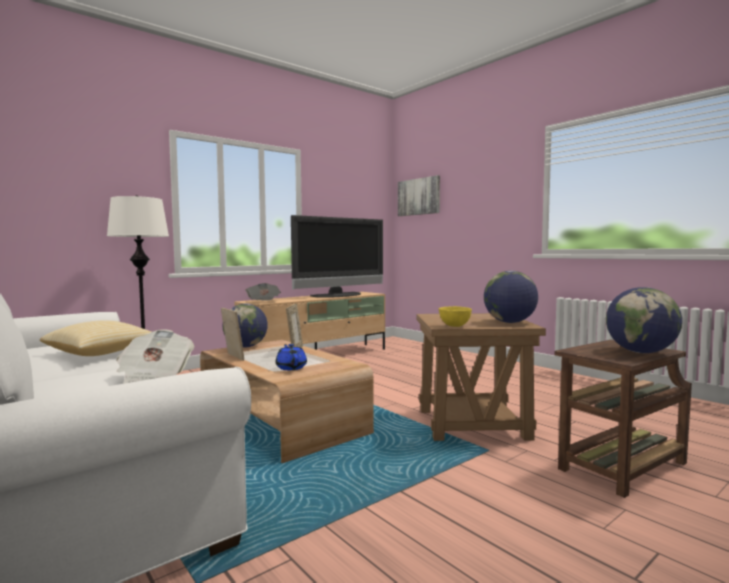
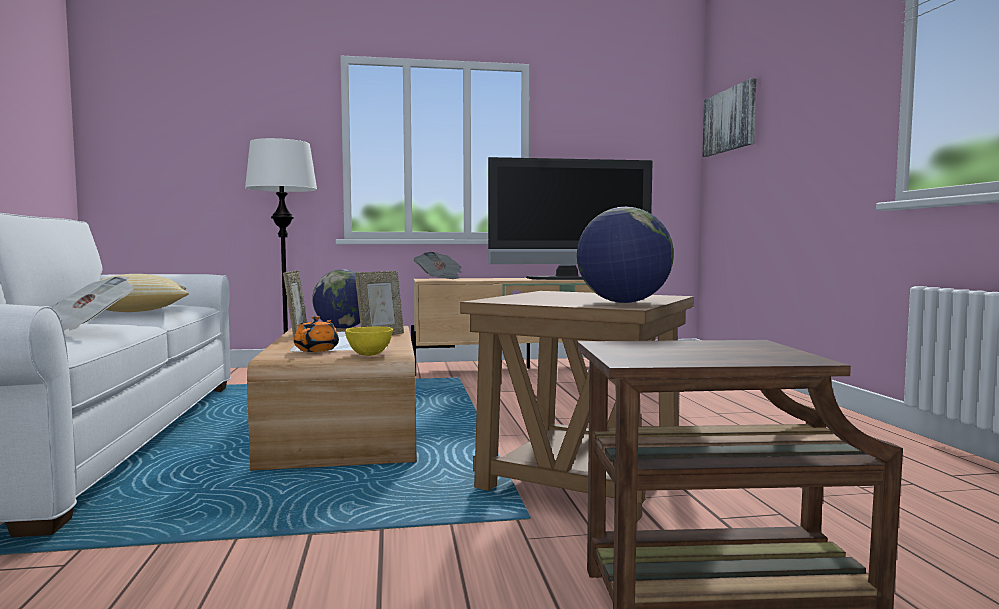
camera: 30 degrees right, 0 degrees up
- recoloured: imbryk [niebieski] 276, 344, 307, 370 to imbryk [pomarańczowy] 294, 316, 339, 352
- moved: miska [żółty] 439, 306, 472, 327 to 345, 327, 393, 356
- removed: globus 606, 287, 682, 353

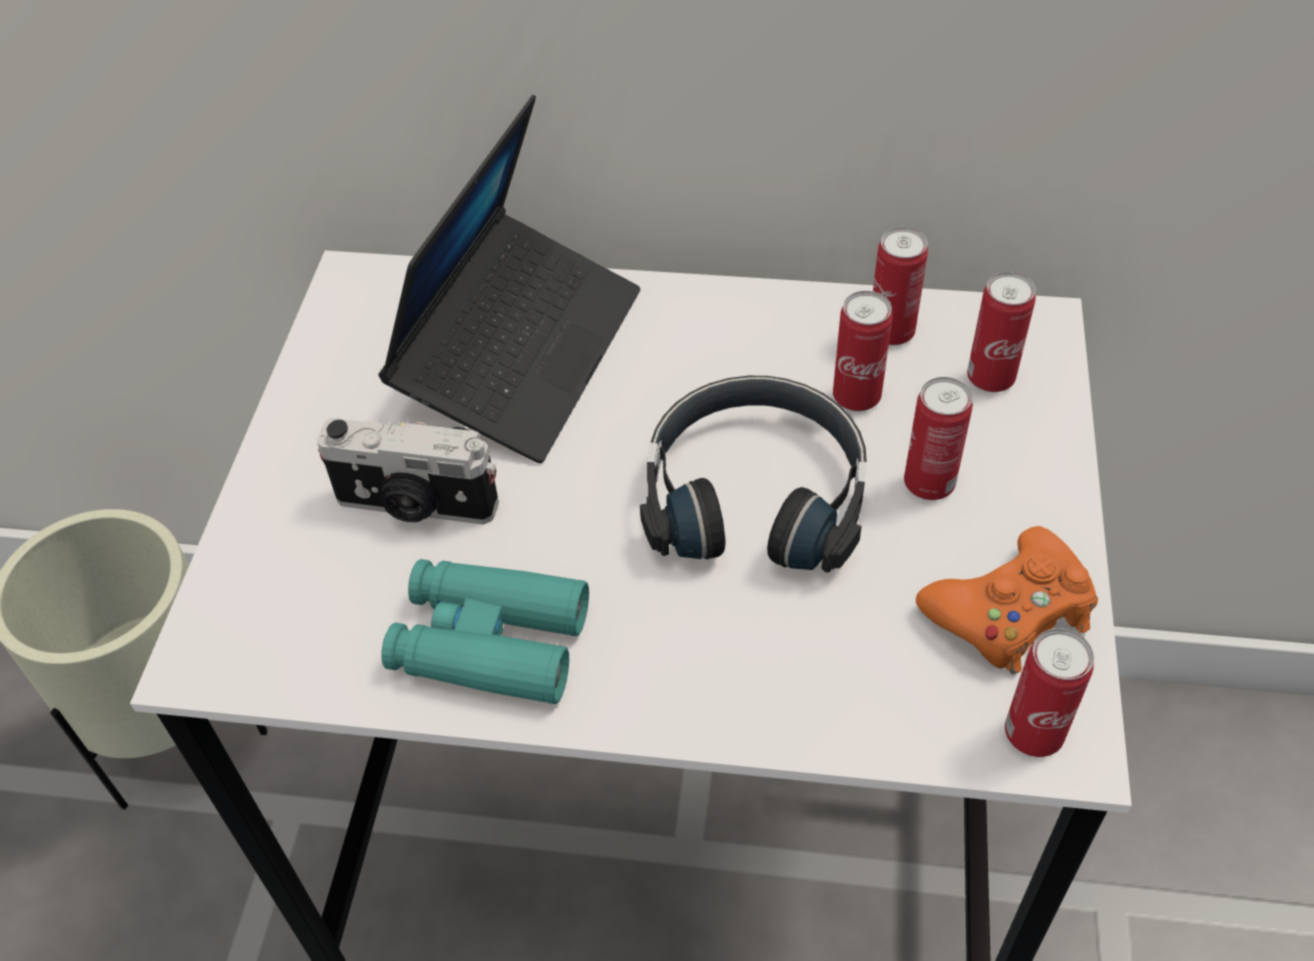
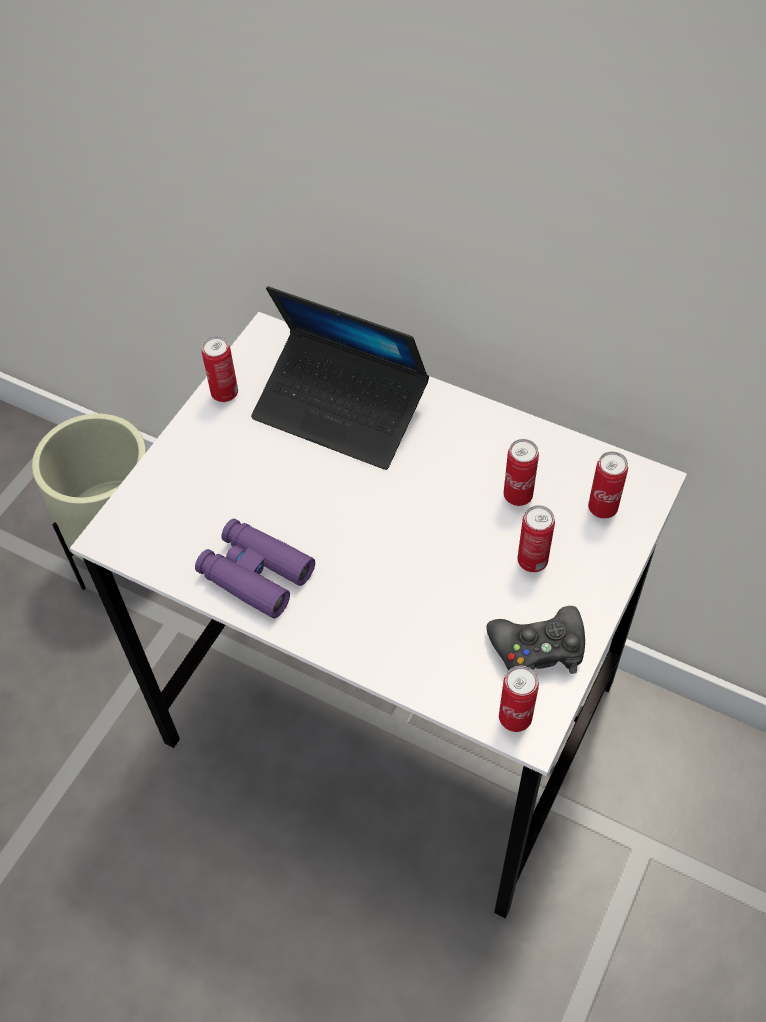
camera: 20 degrees right, 5 degrees up
- removed: aparat fotograficzny 317, 418, 499, 524
- turned: laptop 379, 95, 640, 463 = 251, 286, 429, 470 75 degrees clockwise
- recoloured: lornetka [turkusowy] 381, 559, 589, 704 to lornetka [fioletowy] 195, 519, 315, 619
- removed: słuchawki [czarny] 640, 376, 867, 572
- moved: puszka 873, 227, 928, 345 to 202, 336, 238, 402
- recoloured: pad do gier [pomarańczowy] 916, 526, 1098, 675 to pad do gier [czarny] 486, 606, 585, 674

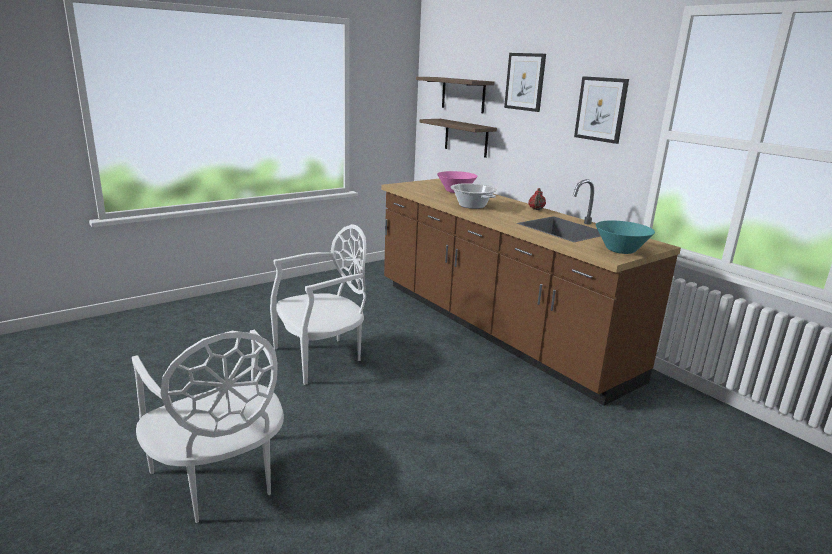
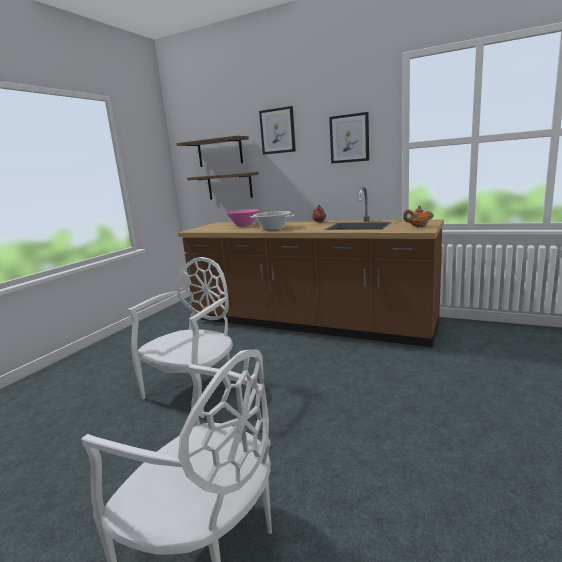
camera: 25 degrees left, 5 degrees down
- replaced: miska [turkusowy] 596, 220, 655, 254 to imbryk [pomarańczowy] 403, 206, 434, 227

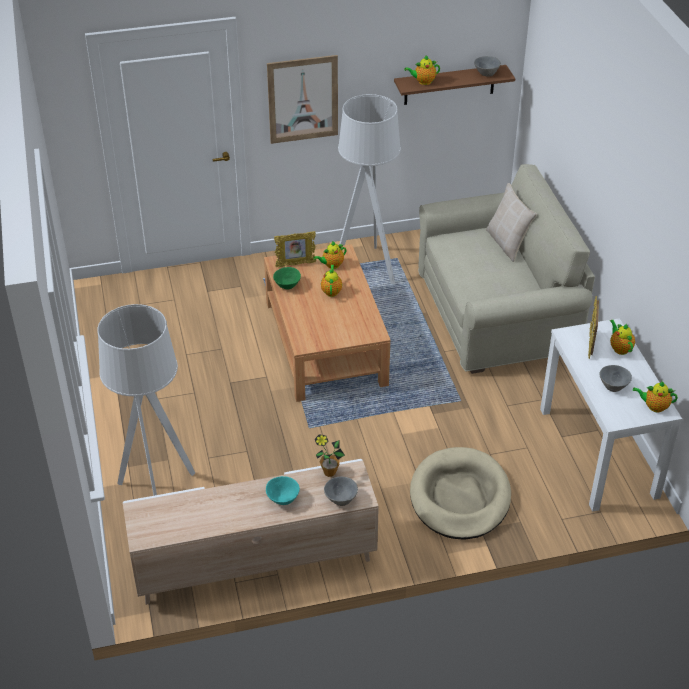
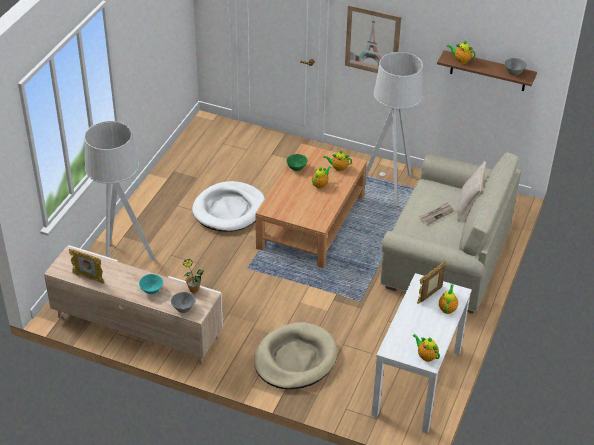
camera: 35 degrees right, 0 degrees up
- moved: ramka na zdjęcie 274, 231, 316, 267 to 69, 249, 104, 284
- removed: miska [szary] 599, 365, 632, 392
- added: legowisko [biały] 192, 181, 265, 232
- added: gazeta 419, 202, 454, 226

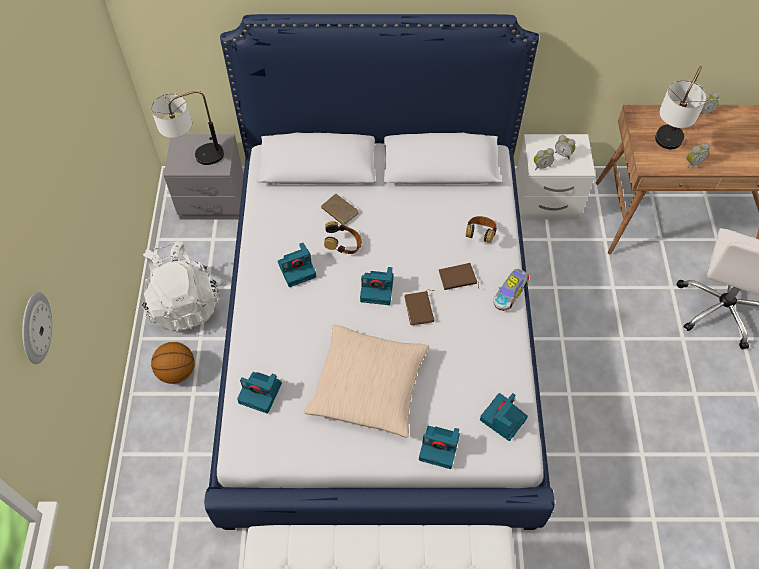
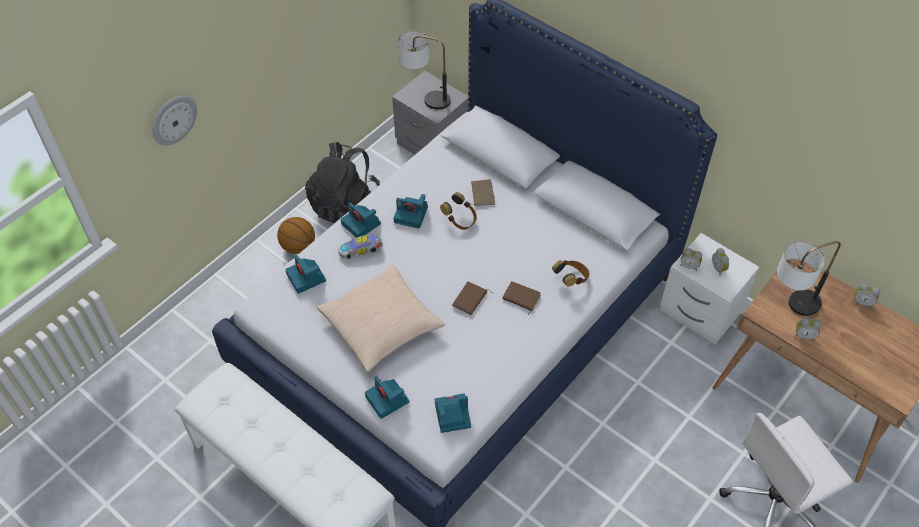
camera: 40 degrees right, 5 degrees down
- recoloured: plecak [biały] 142, 241, 220, 332 to plecak [czarny] 305, 142, 380, 223
- moved: aparat fotograficzny 360, 267, 394, 305 to 341, 202, 381, 237
- moved: samochodzik 493, 269, 529, 311 to 338, 234, 383, 259

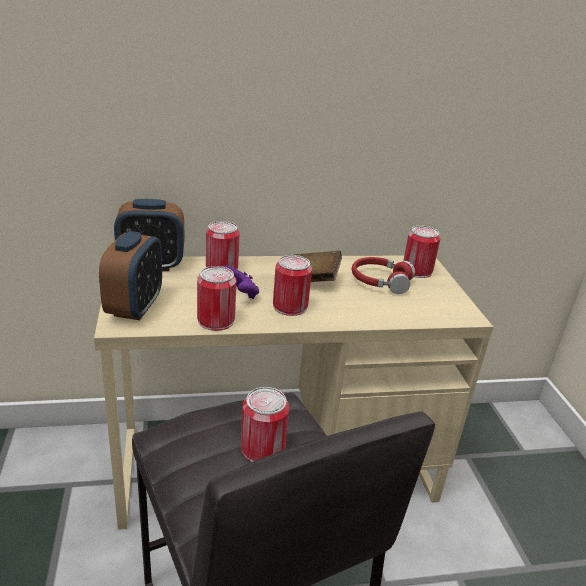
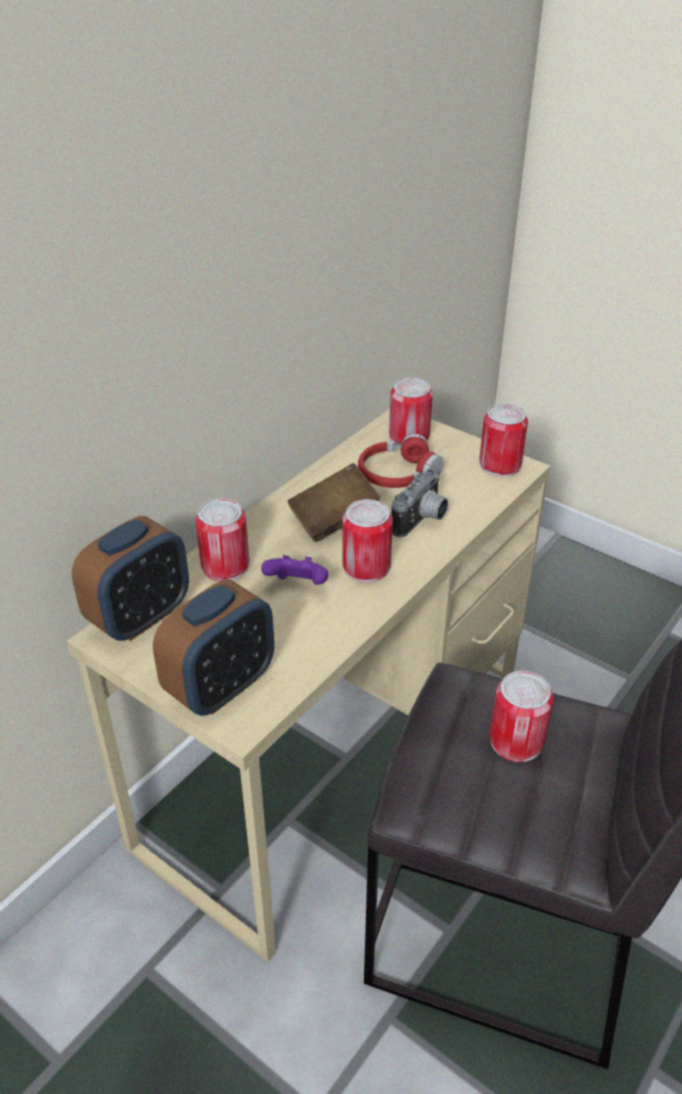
camera: 40 degrees left, 10 degrees up
- turned: budzik 99, 231, 162, 320 = 153, 579, 274, 716 75 degrees clockwise
- moved: puszka 197, 266, 236, 331 to 479, 403, 528, 477
- added: aparat fotograficzny 391, 469, 448, 537

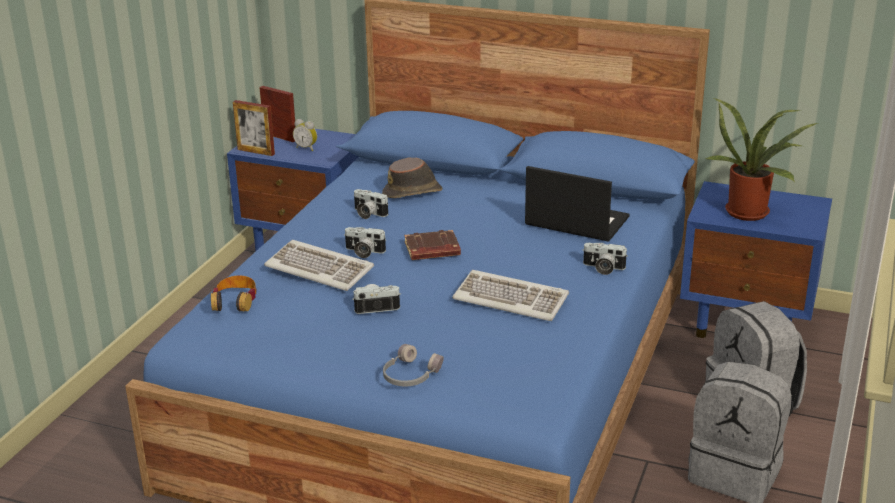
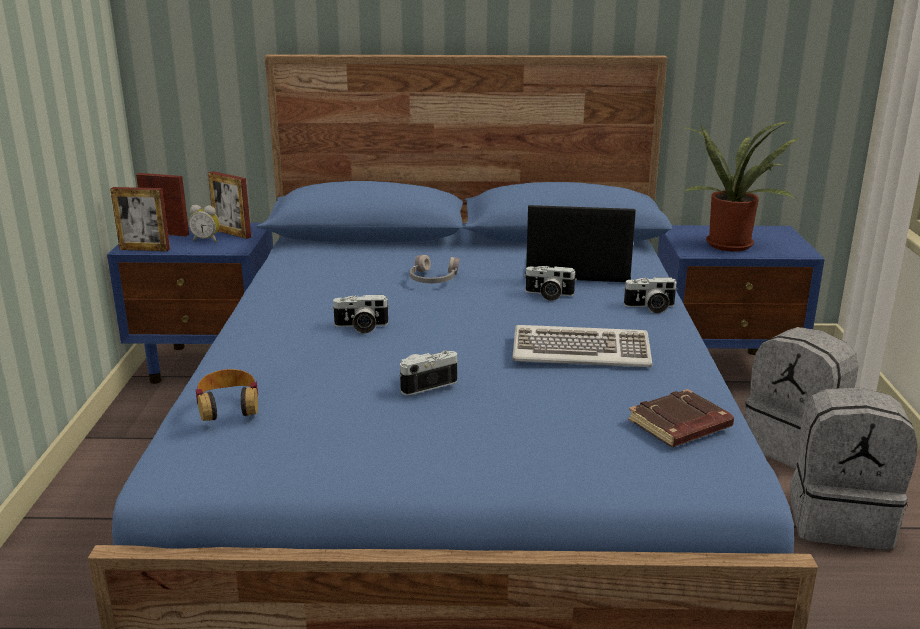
camera: 20 degrees left, 5 degrees down
- removed: klawiatura 264, 240, 374, 291
- moved: aparat fotograficzny 354, 189, 388, 219 to 524, 266, 577, 301
- removed: kapelusz [brązowy] 382, 158, 443, 198
- moved: słuchawki [szary] 383, 344, 444, 386 to 410, 255, 460, 283
- moved: książka [brązowy] 404, 230, 461, 260 to 628, 389, 734, 447
- added: ramka na zdjęcie 208, 171, 251, 239

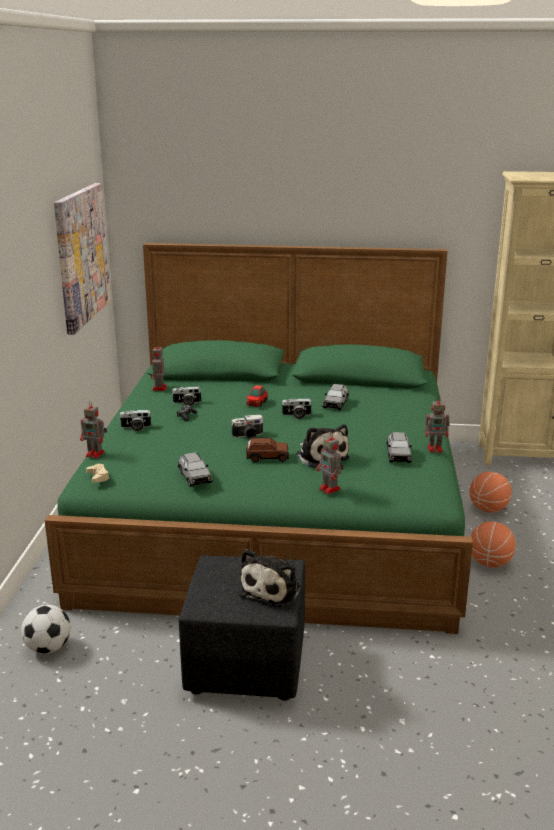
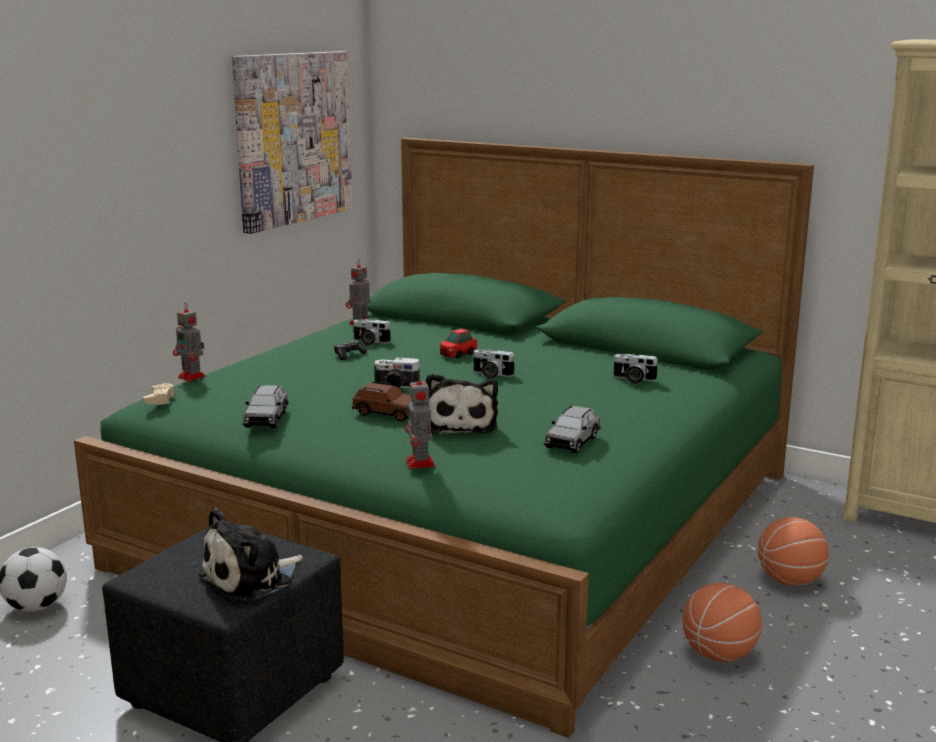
camera: 25 degrees right, 5 degrees down
- moved: aparat fotograficzny 120, 410, 152, 431 to 612, 354, 658, 384
- removed: samochodzik [szary] 323, 384, 349, 410
- removed: robot zabawkowy 425, 396, 450, 452

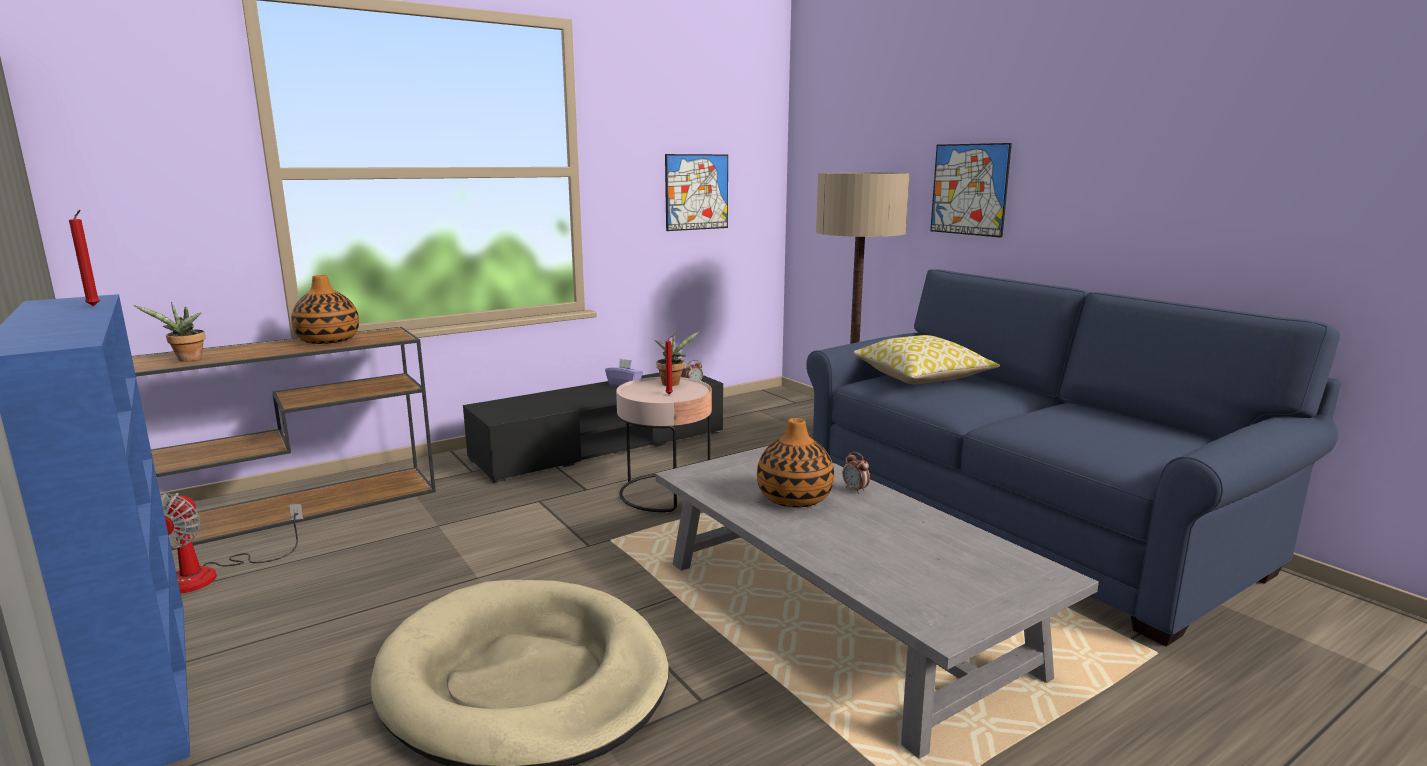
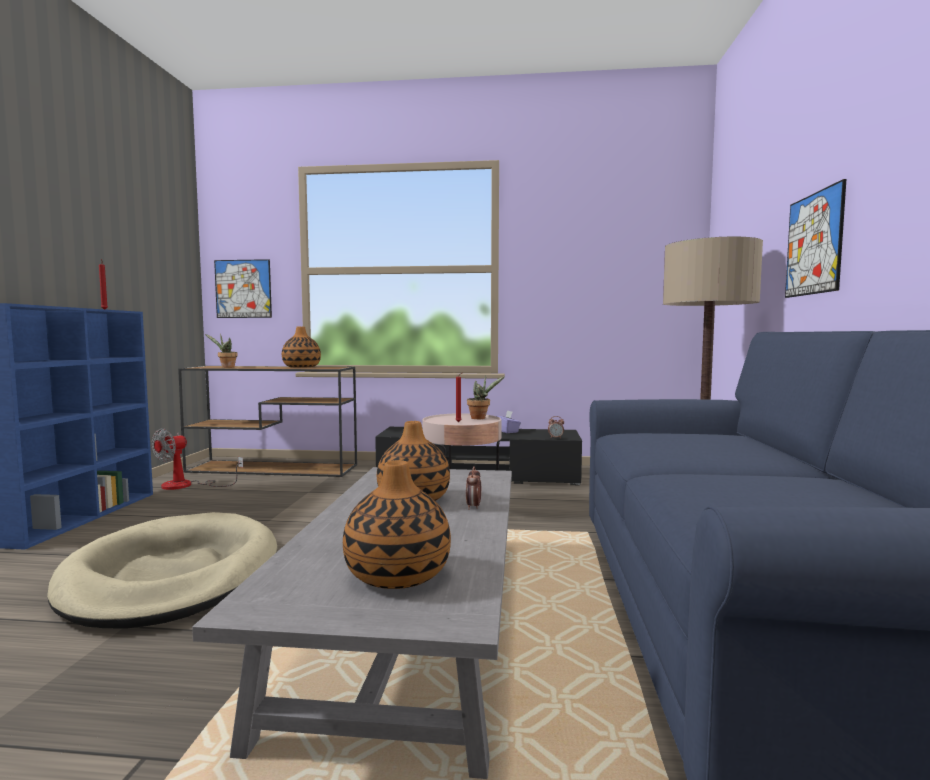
camera: 40 degrees right, 10 degrees down
- moved: obraz 665, 154, 728, 231 to 214, 259, 272, 318
- removed: poduszka 854, 335, 1000, 384
- added: wazon 343, 460, 451, 589

